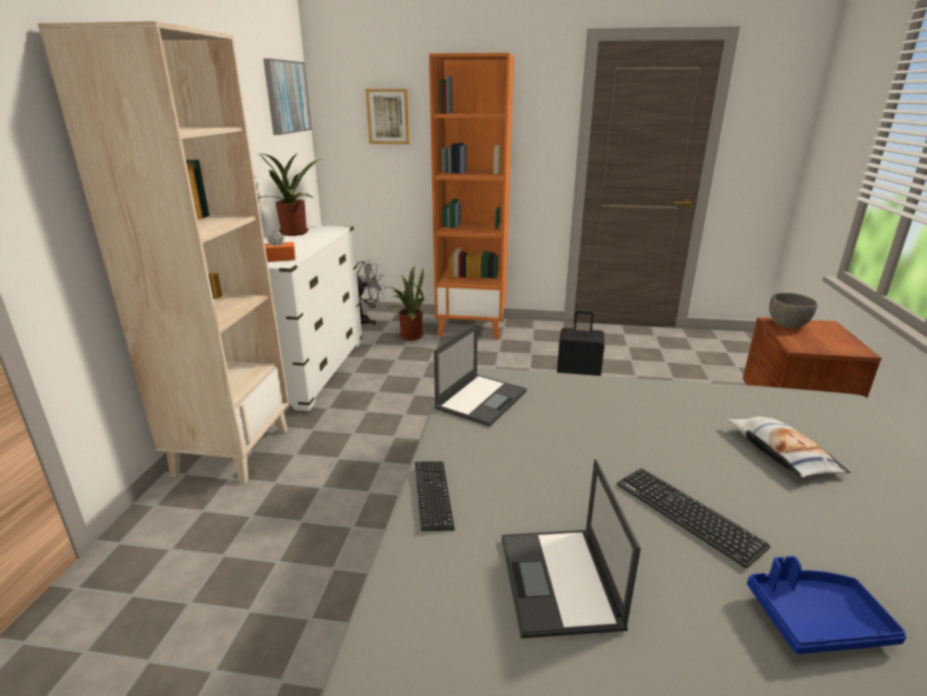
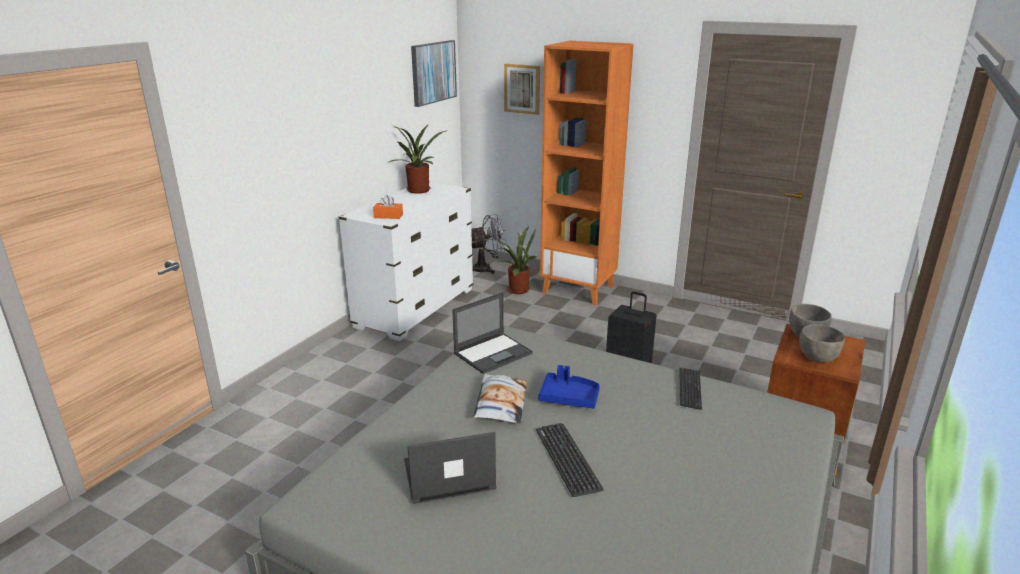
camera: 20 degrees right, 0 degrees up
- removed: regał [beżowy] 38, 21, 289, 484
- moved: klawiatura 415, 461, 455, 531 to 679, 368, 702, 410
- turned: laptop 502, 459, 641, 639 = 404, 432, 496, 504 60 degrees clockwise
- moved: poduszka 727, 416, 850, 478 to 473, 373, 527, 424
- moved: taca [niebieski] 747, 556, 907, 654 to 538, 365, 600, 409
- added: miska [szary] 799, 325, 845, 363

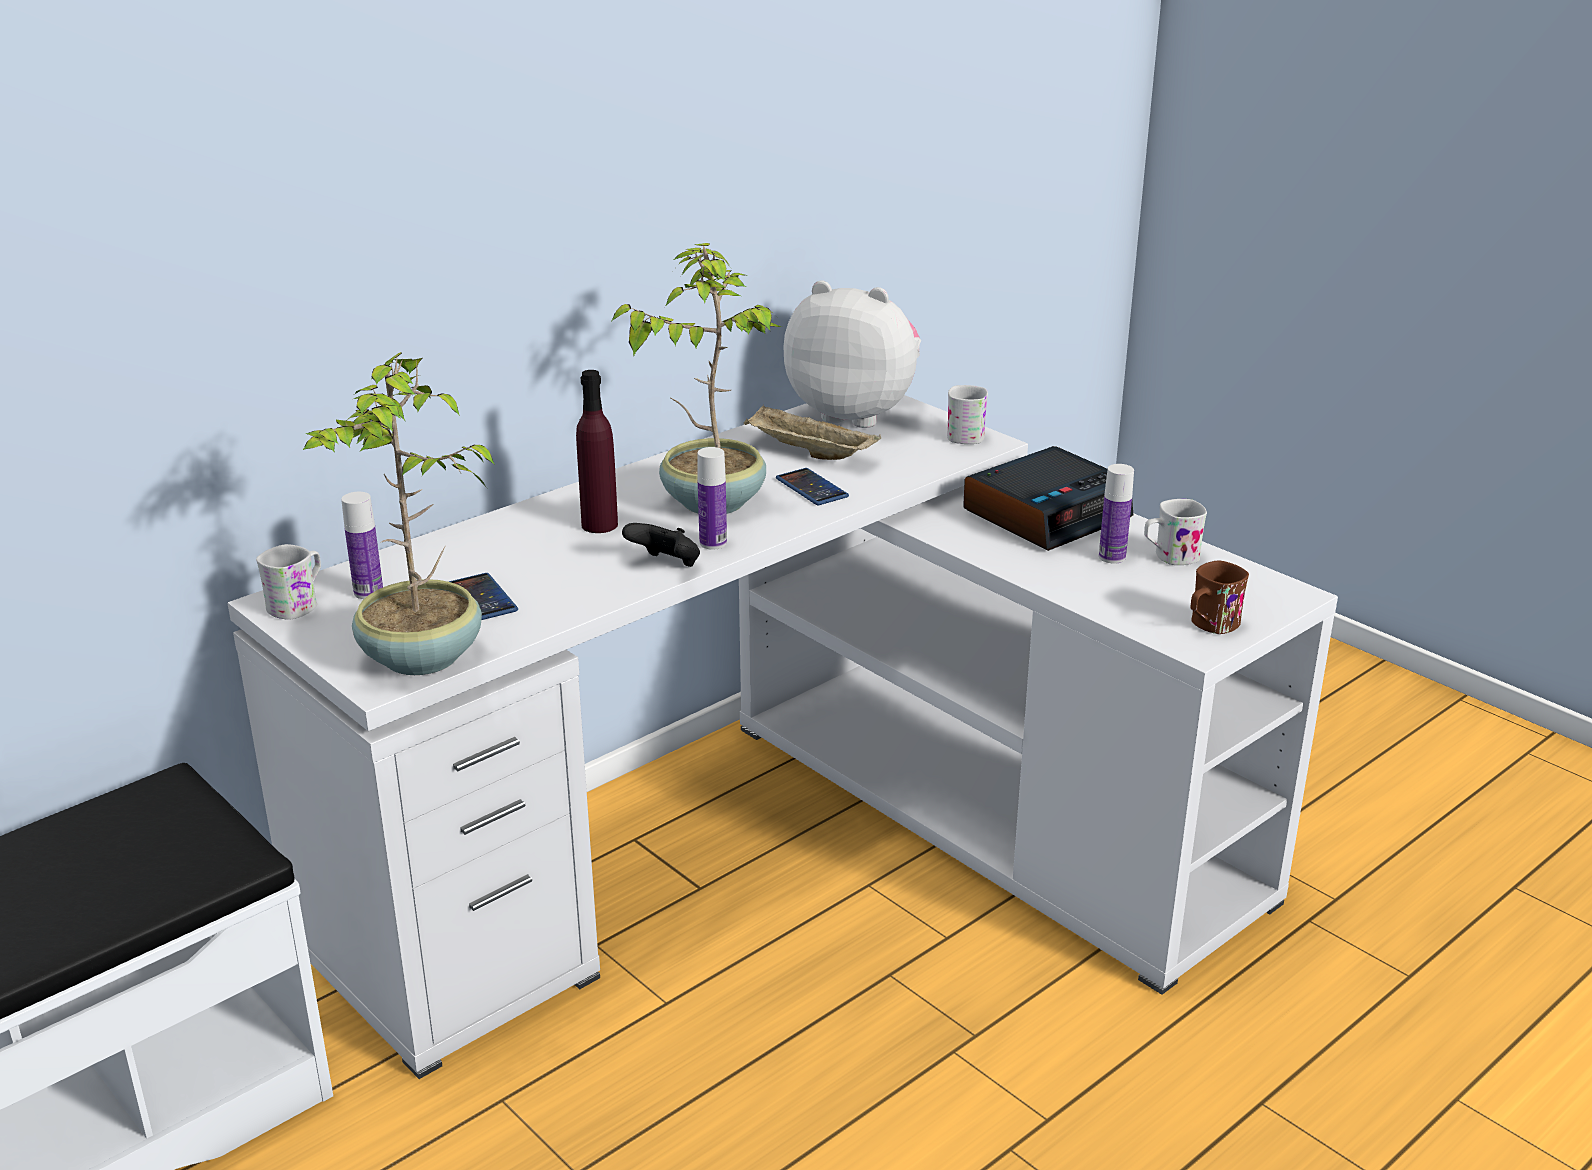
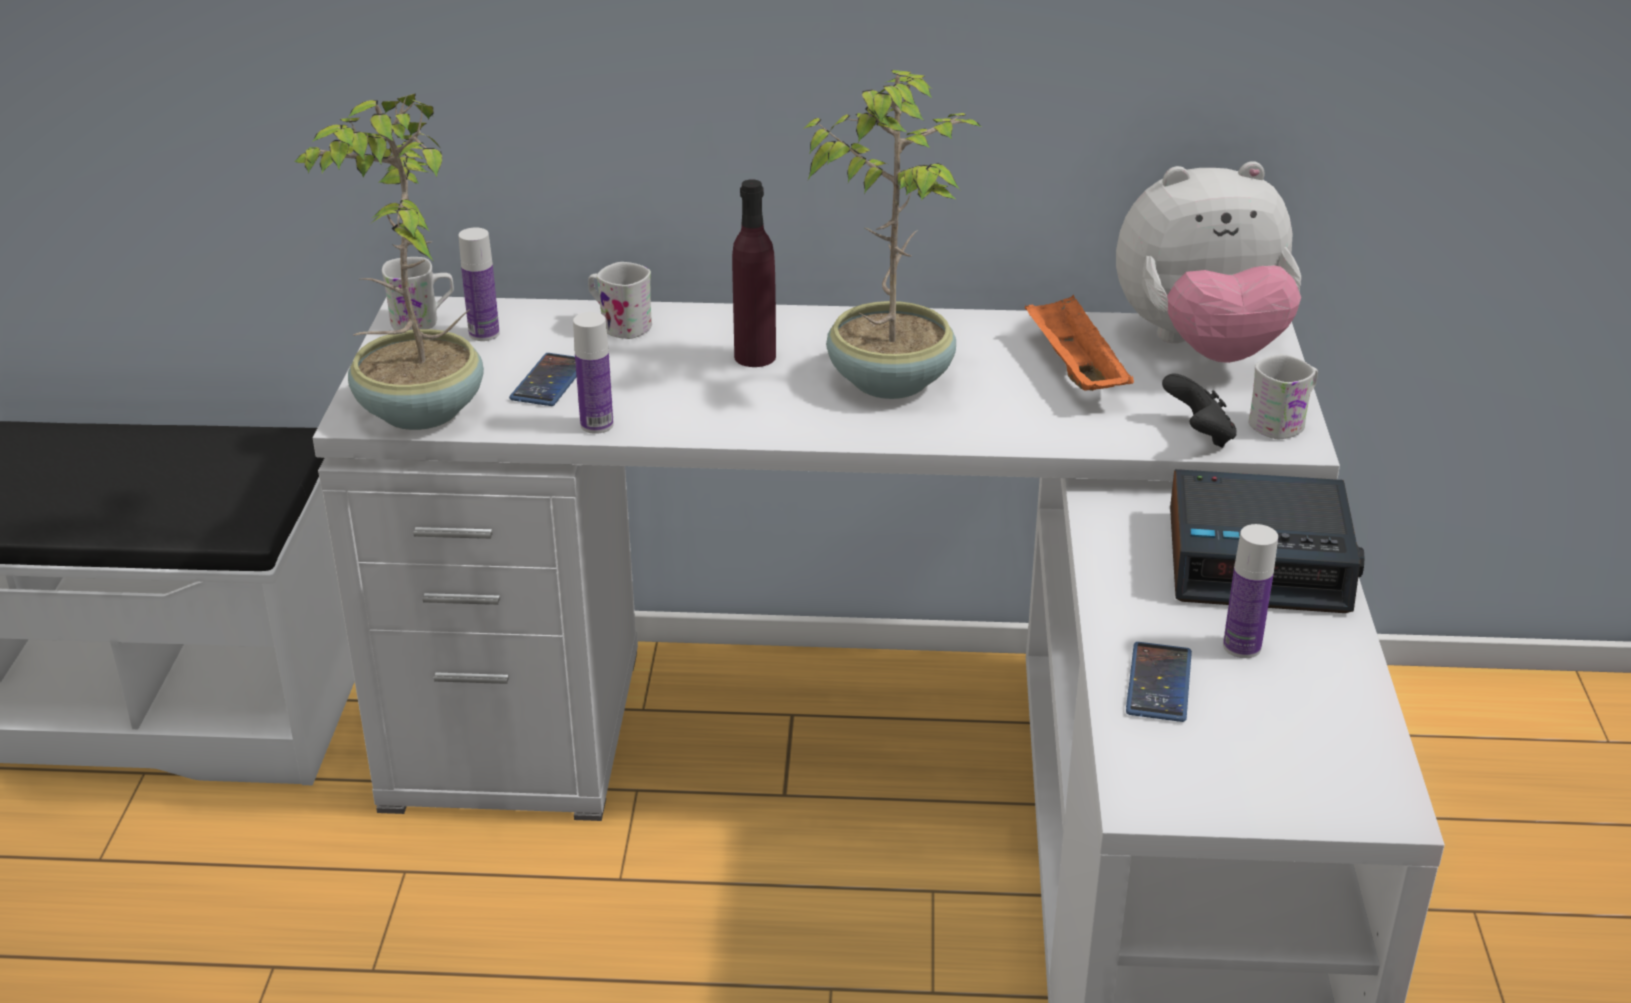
camera: 45 degrees right, 5 degrees up
- moved: pad do gier [czarny] 622, 523, 700, 567 to 1162, 373, 1237, 448
- moved: butelka 698, 447, 727, 550 to 573, 312, 614, 434
- recoloured: taca [beżowy] 744, 405, 881, 460 to taca [pomarańczowy] 1025, 294, 1134, 391
- moved: telefon 776, 468, 849, 505 to 1126, 642, 1192, 722
- turned: pluszak 783, 280, 921, 428 = 1116, 161, 1301, 363 105 degrees clockwise
- moved: kubek [biały] 1144, 499, 1207, 565 to 588, 262, 652, 339
- removed: kubek [brązowy] 1191, 560, 1249, 634

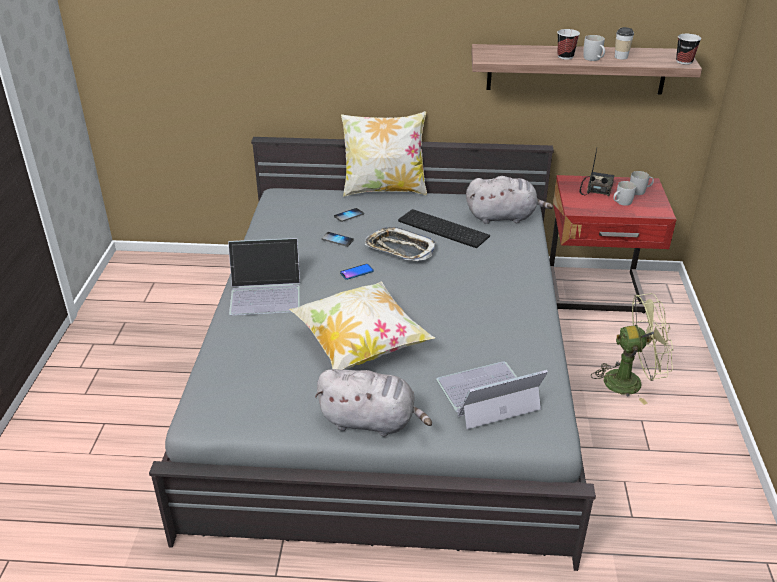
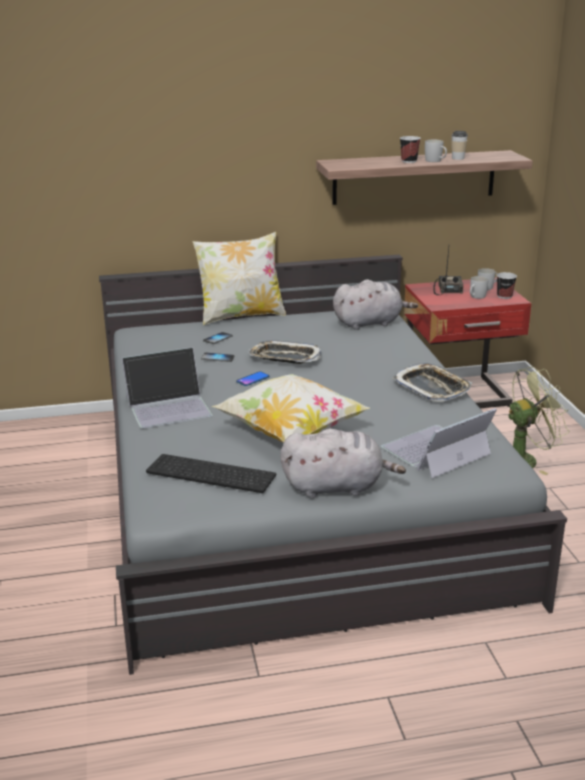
camera: 15 degrees left, 10 degrees down
- moved: klawiatura 398, 209, 490, 248 to 146, 454, 276, 493
- moved: filiżanka 676, 34, 701, 65 to 497, 272, 517, 299
- added: taca 393, 363, 473, 402

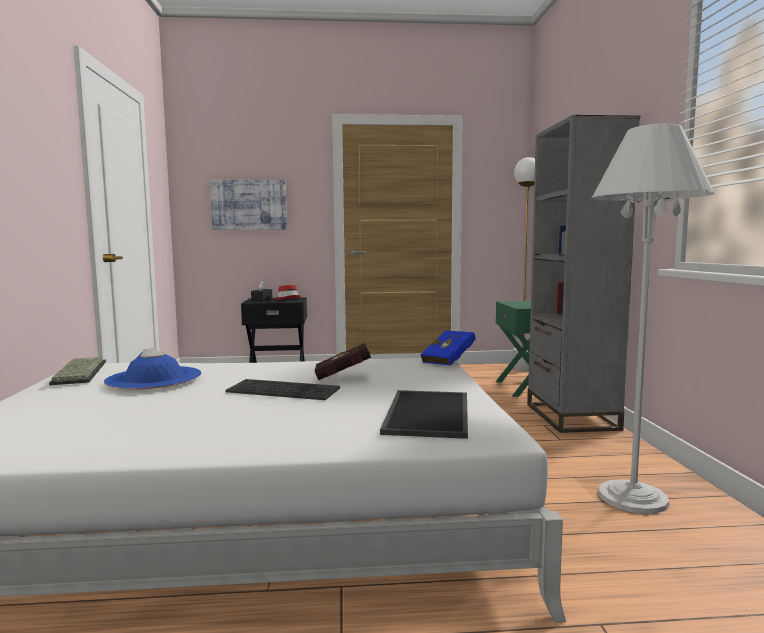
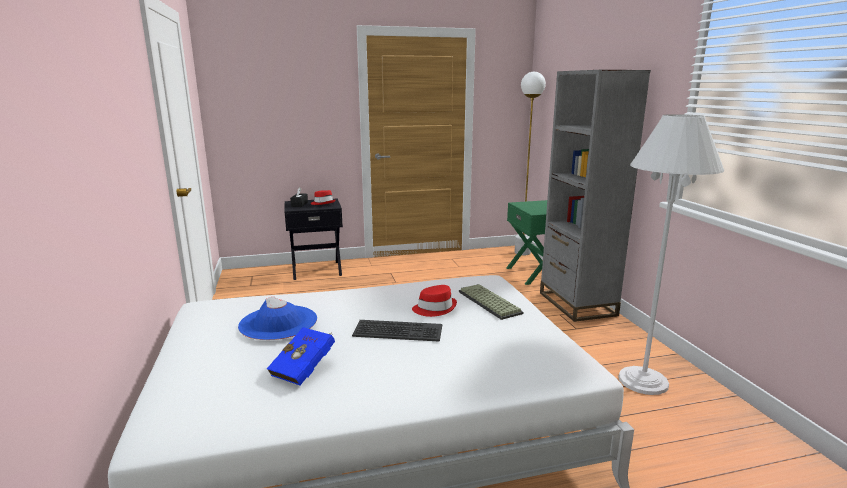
camera: 10 degrees left, 10 degrees up
- moved: klawiatura 49, 357, 106, 385 to 459, 284, 524, 320
- removed: obraz 210, 180, 287, 230
- replaced: książka [czerwony] 315, 343, 379, 380 to kapelusz [czerwony] 412, 285, 457, 317
- removed: taca 380, 390, 468, 439
- moved: książka [niebieski] 420, 330, 476, 365 to 267, 327, 335, 386

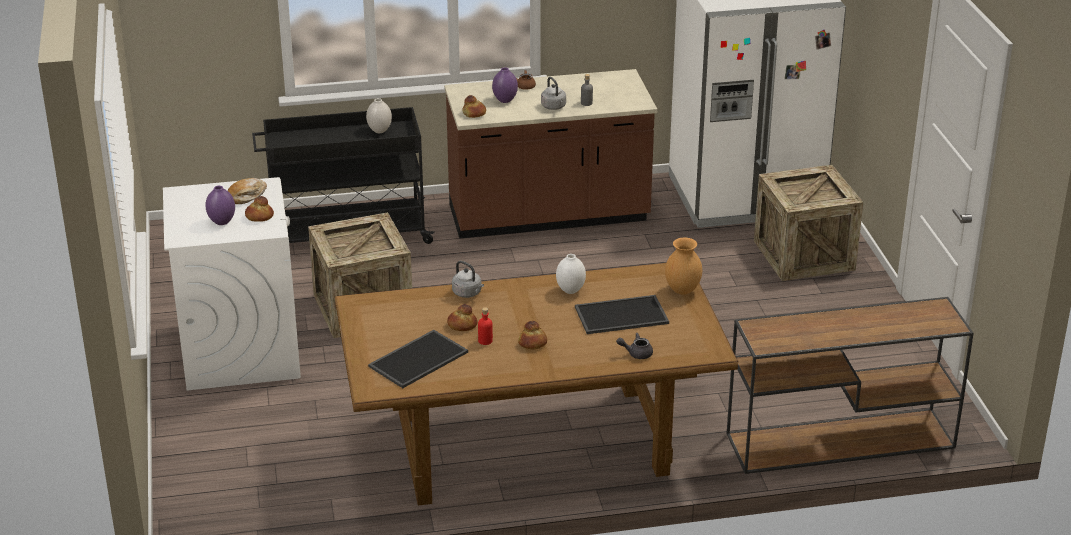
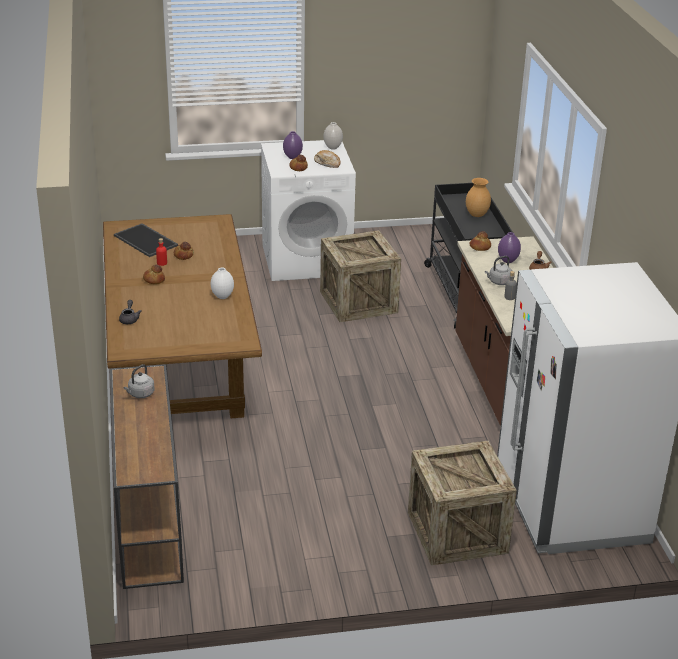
camera: 90 degrees right, 0 degrees up
- moved: wazon [biały] 366, 98, 392, 133 to 323, 122, 343, 150
- moved: czajnik [szary] 452, 261, 484, 298 to 123, 364, 154, 398
- removed: taca 575, 295, 669, 334
- moved: wazon [brązowy] 665, 238, 702, 294 to 466, 178, 491, 217

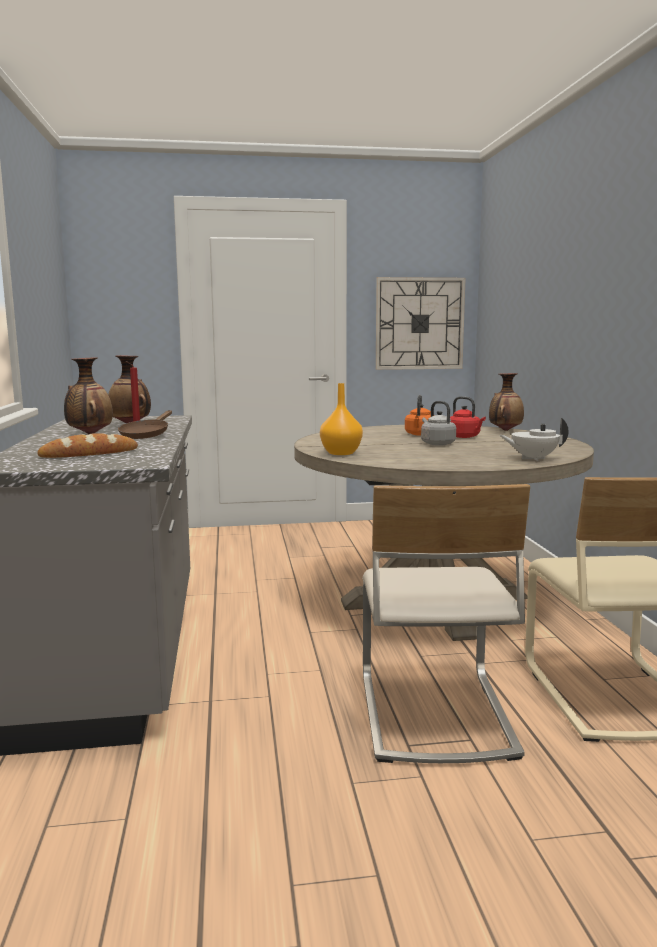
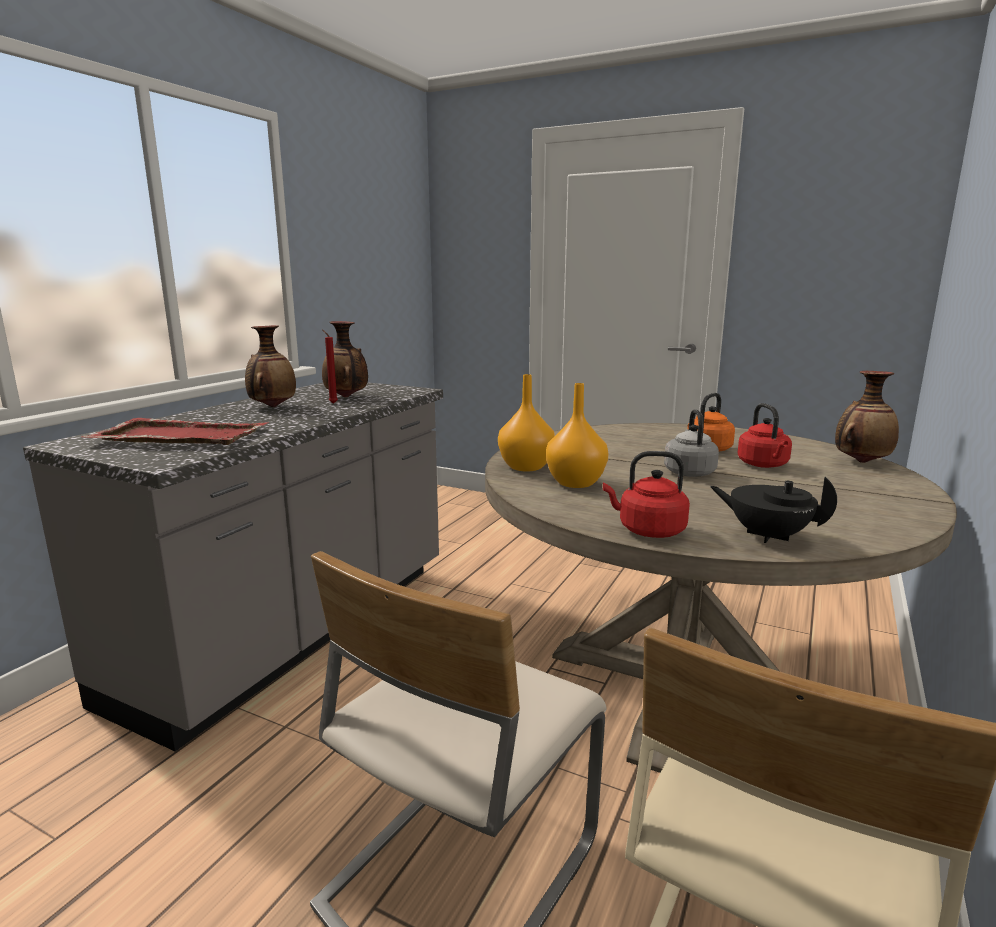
camera: 35 degrees right, 5 degrees up
- replaced: chleb 37, 433, 138, 458 to taca [czerwony] 81, 418, 268, 445
- removed: patelnia [brązowy] 118, 410, 172, 439
- removed: zegar ścienny 376, 277, 466, 370
- recoloured: imbryk [biały] 500, 418, 569, 461 to imbryk [czarny] 710, 477, 837, 543
- added: wazon [pomarańczowy] 546, 383, 608, 488
- added: czajnik [czerwony] 603, 451, 690, 538

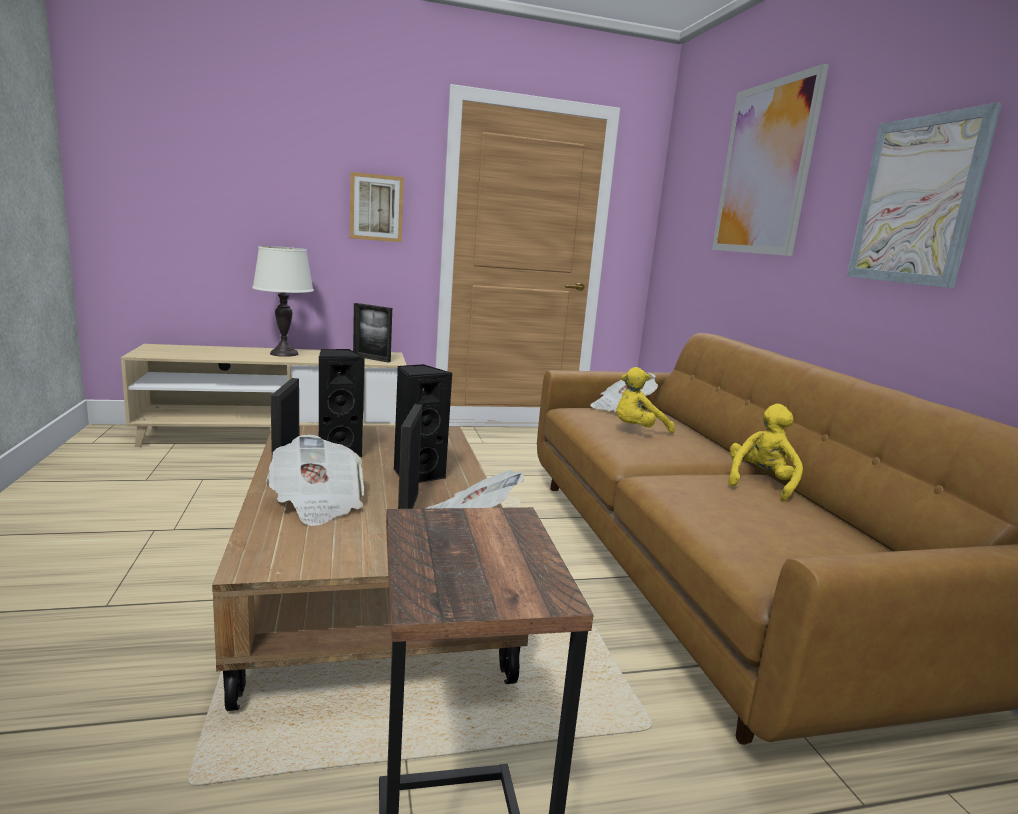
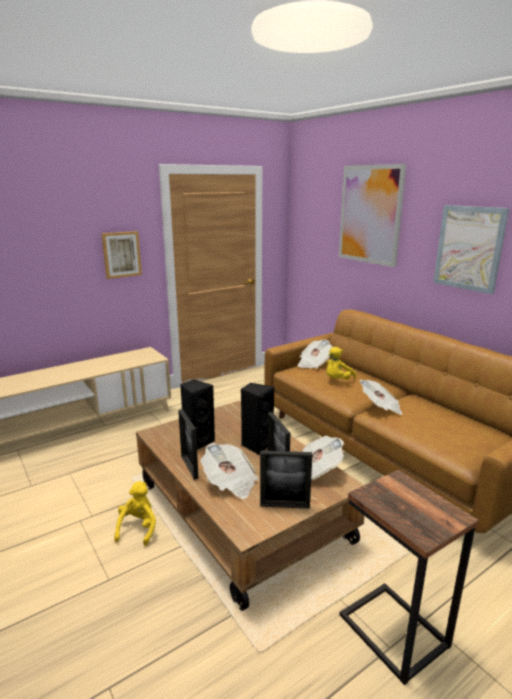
camera: 20 degrees left, 5 degrees up
- removed: lampa stołowa [biały] 252, 246, 314, 357
- moved: ramka na zdjęcie 353, 303, 392, 362 to 260, 451, 312, 509
- moved: pluszak [żółty] 728, 404, 803, 501 to 114, 481, 156, 546
- added: gazeta 360, 380, 403, 415

